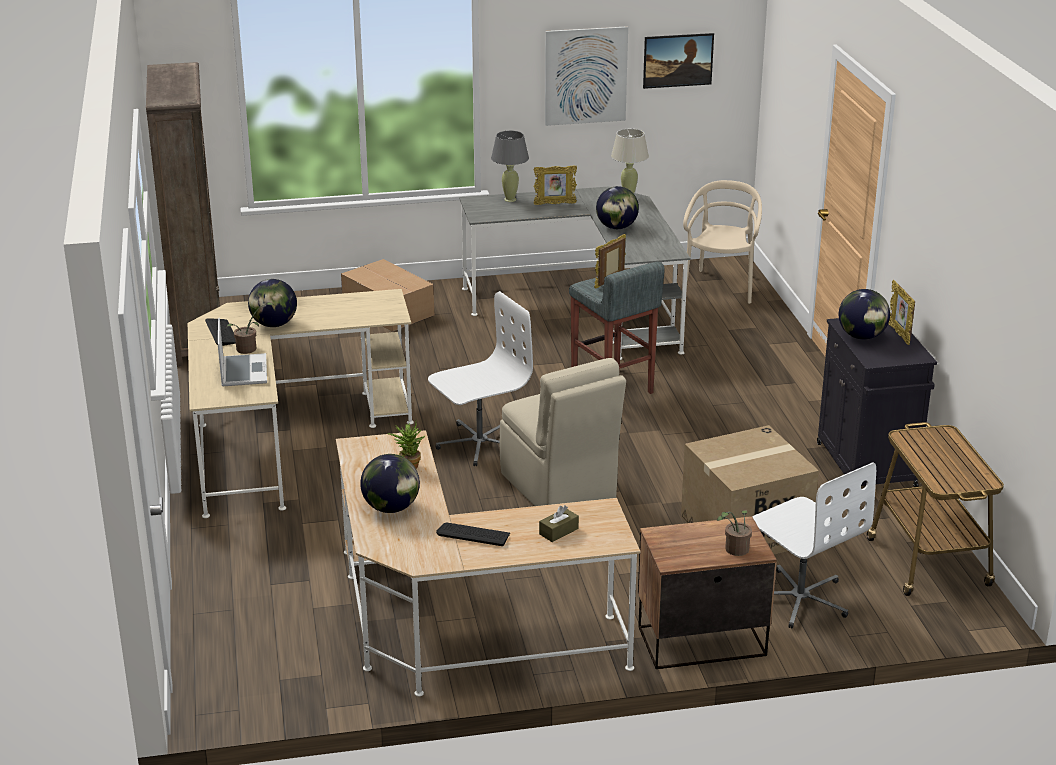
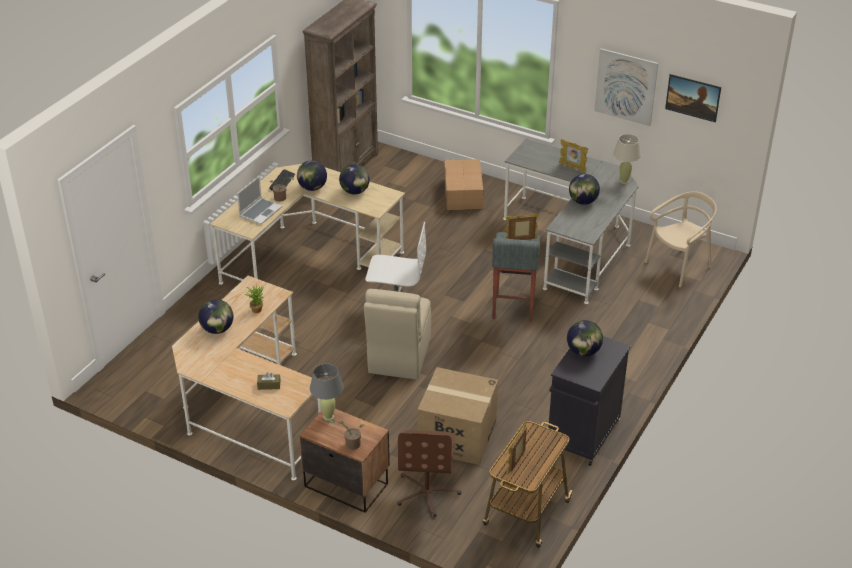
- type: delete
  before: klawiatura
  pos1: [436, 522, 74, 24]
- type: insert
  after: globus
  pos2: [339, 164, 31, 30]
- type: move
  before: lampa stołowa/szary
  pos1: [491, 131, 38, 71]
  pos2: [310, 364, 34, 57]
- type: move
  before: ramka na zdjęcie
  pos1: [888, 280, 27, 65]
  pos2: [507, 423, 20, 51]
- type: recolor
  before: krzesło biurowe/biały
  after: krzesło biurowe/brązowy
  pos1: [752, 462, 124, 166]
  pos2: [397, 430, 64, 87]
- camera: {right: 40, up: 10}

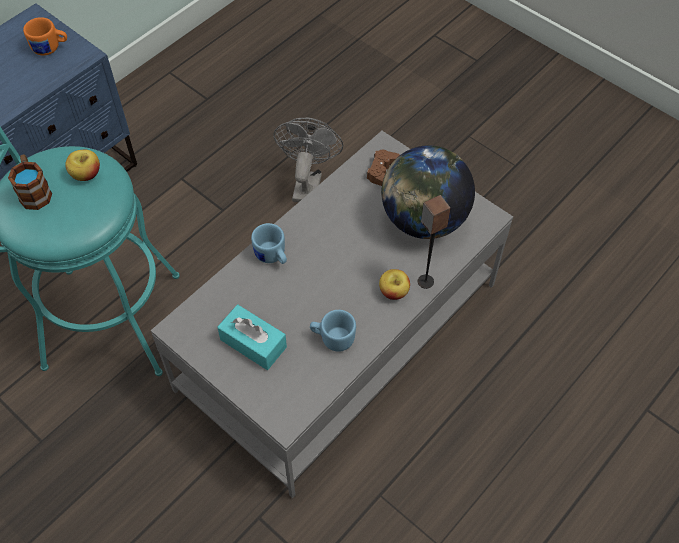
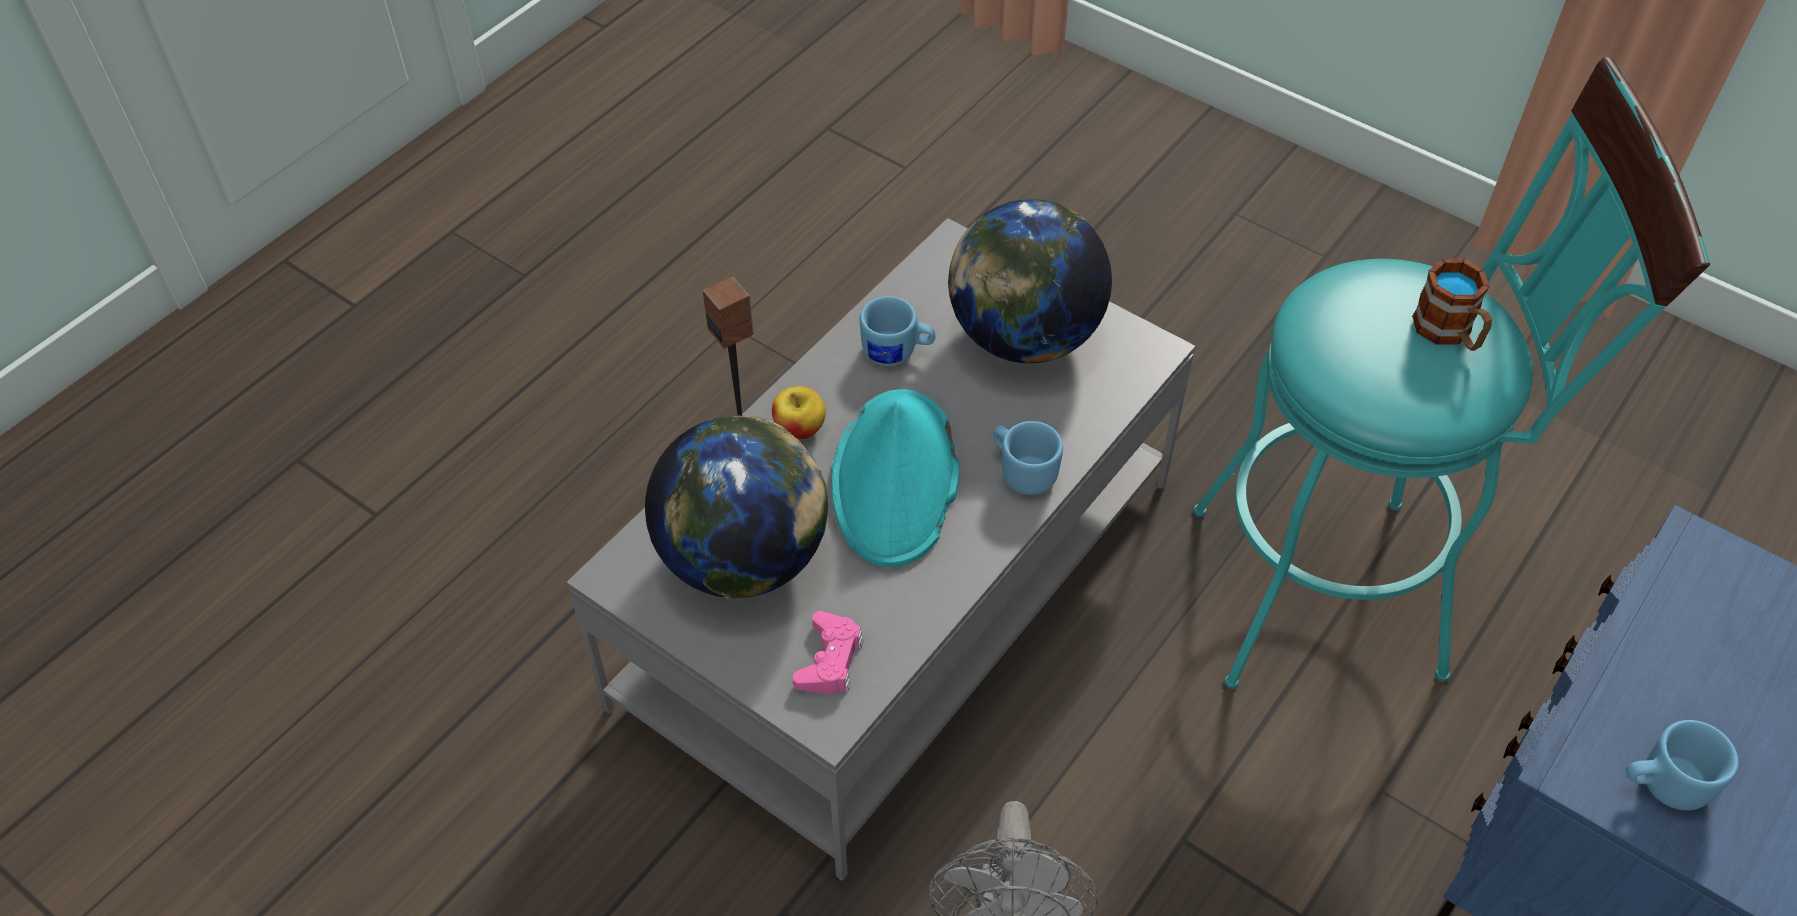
- type: delete
  before: jabłko
  pos1: [65, 150, 35, 31]
- type: insert
  after: kapelusz/turkusowy
  pos2: [831, 389, 128, 178]
- type: replace
  before: pudełko chusteczek/turkusowy
  after: globus
  pos1: [217, 305, 70, 65]
  pos2: [948, 199, 164, 164]
- type: recolor
  before: kubek/pomarańczowy
  after: kubek/niebieski
  pos1: [23, 17, 44, 39]
  pos2: [1626, 720, 113, 90]
- type: recolor
  before: pad do gier/brązowy
  after: pad do gier/różowy
  pos1: [366, 150, 34, 36]
  pos2: [793, 611, 70, 83]
- camera: {right: 175, up: -5}

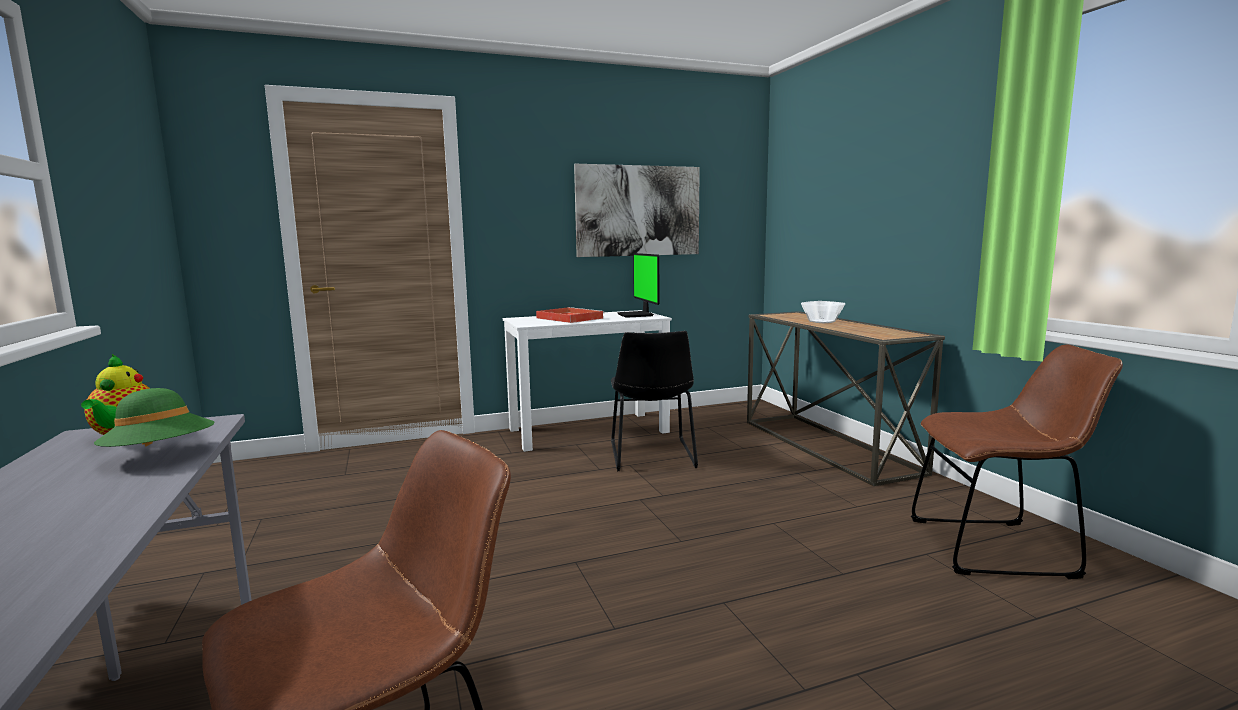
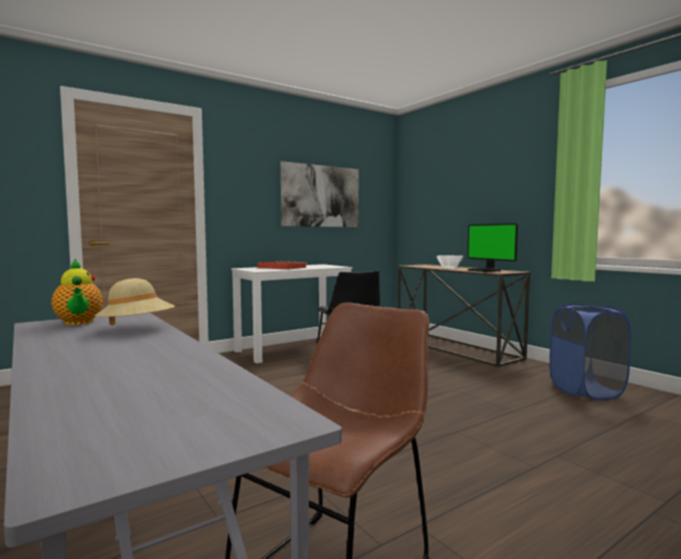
- type: move
  before: monitor
  pos1: [617, 253, 42, 65]
  pos2: [468, 223, 50, 49]
- type: replace
  before: krzesło/brązowy
  after: kosz na pranie/niebieski
  pos1: [911, 344, 212, 235]
  pos2: [549, 303, 83, 97]
- type: recolor
  before: kapelusz/zielony
  after: kapelusz/beżowy
  pos1: [94, 388, 121, 59]
  pos2: [95, 278, 80, 48]
- camera: {right: -15, up: -5}

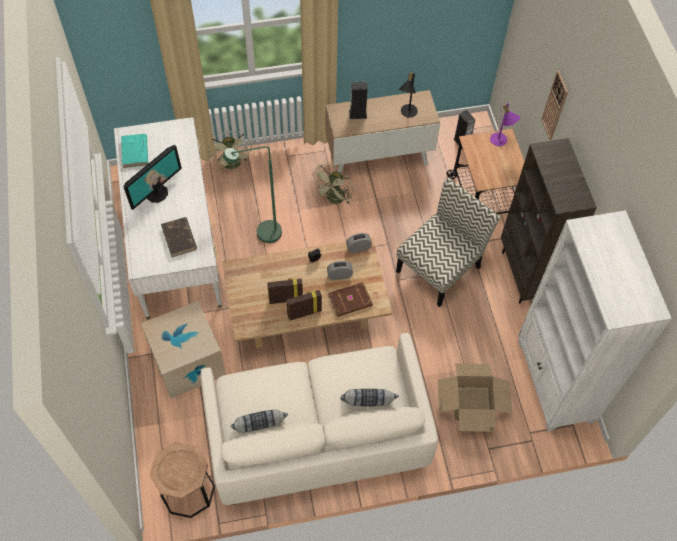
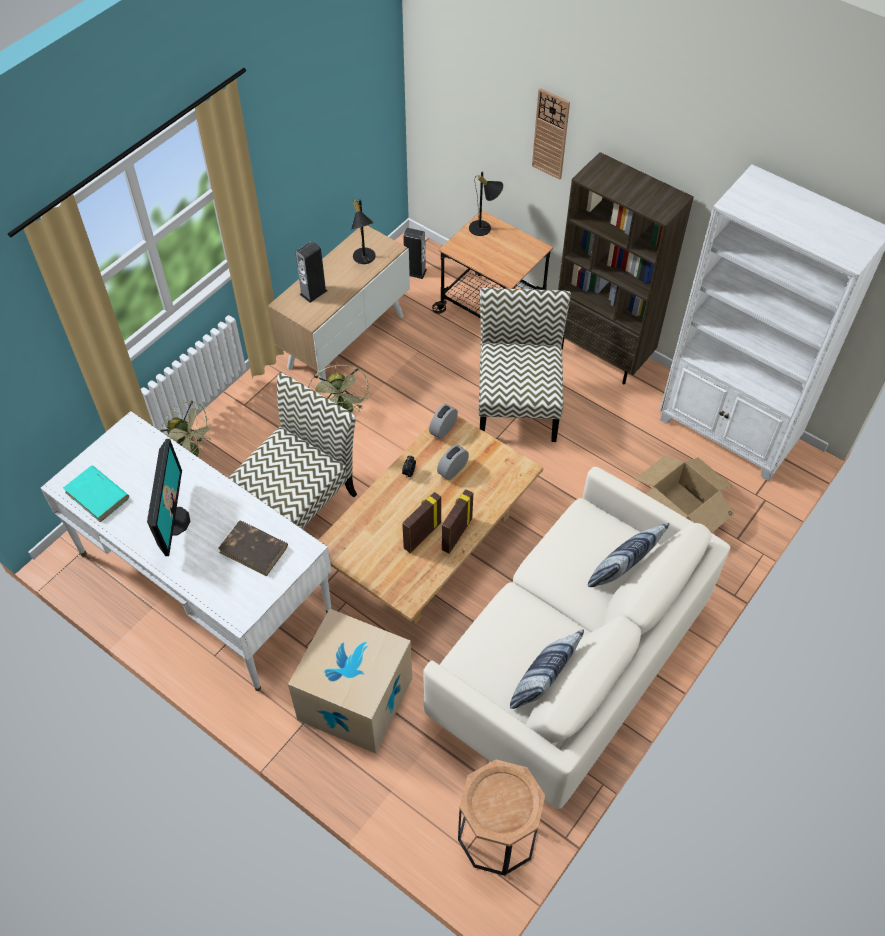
- type: delete
  before: książka/brązowy
  pos1: [328, 282, 45, 35]
- type: replace
  before: lampa stojąca/zielony
  after: krzesło
  pos1: [223, 146, 59, 97]
  pos2: [229, 373, 128, 156]
- type: recolor
  before: lampa stołowa/fioletowy
  after: lampa stołowa/czarny
  pos1: [490, 103, 30, 43]
  pos2: [469, 171, 34, 65]
- camera: {right: -40, up: -5}

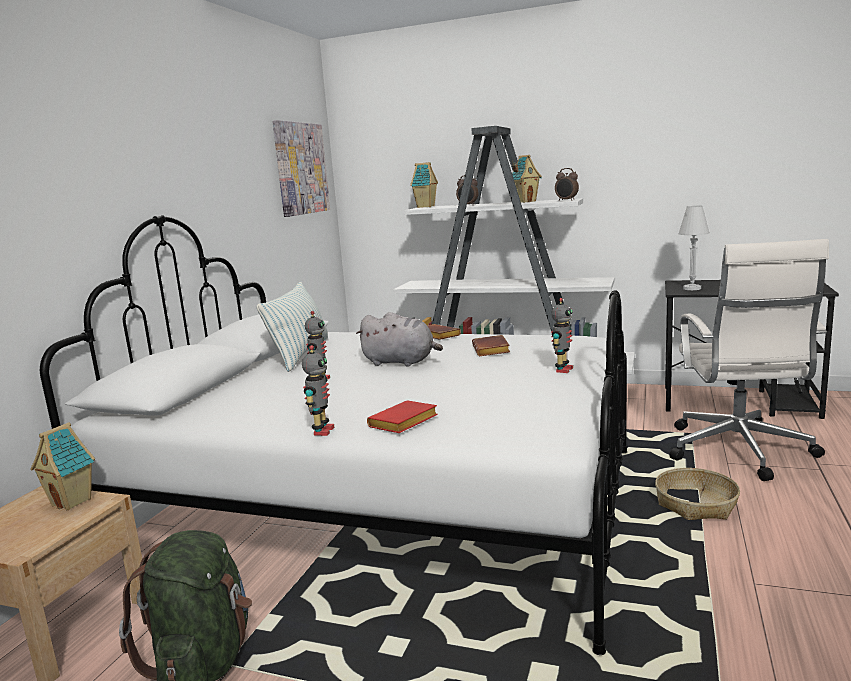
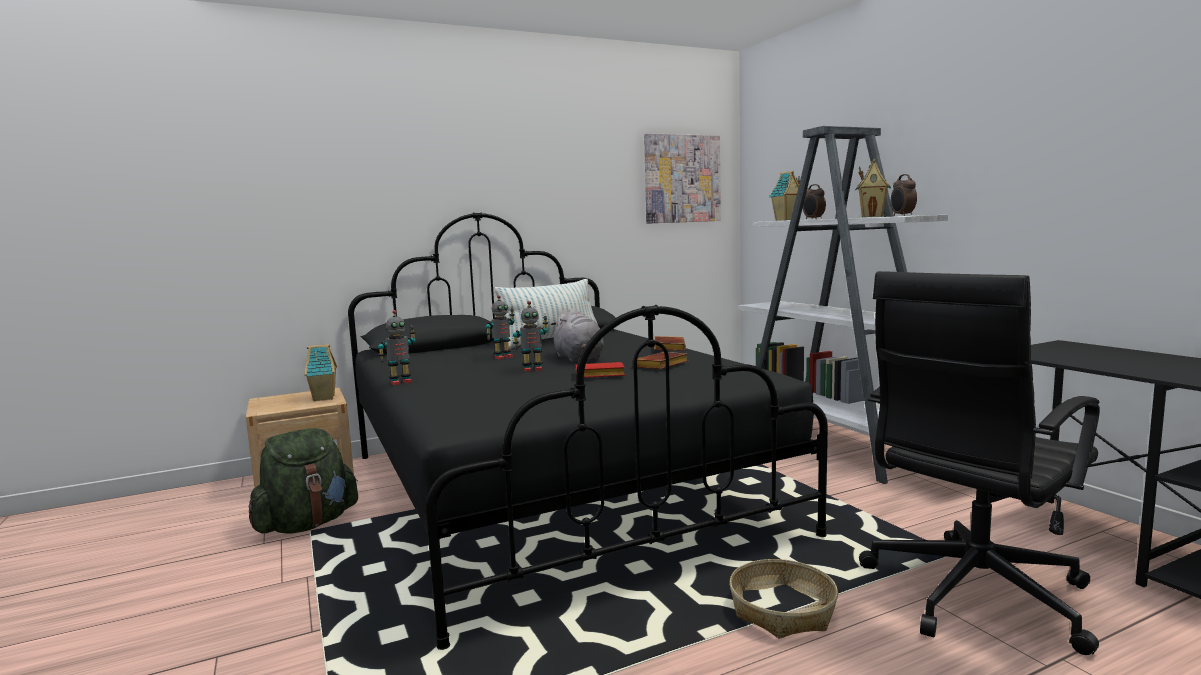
- type: delete
  before: lampa stołowa/biały
  pos1: [678, 206, 32, 84]
- type: move
  before: książka/czerwony
  pos1: [367, 400, 71, 33]
  pos2: [576, 362, 49, 16]
- type: move
  before: robot zabawkowy
  pos1: [551, 298, 22, 75]
  pos2: [513, 301, 35, 71]
- type: recolor
  before: łóżko/biały
  after: łóżko/czarny
  pos1: [40, 215, 587, 440]
  pos2: [348, 212, 480, 438]
- type: recolor
  before: krzesło biurowe/biały
  after: krzesło biurowe/czarny
  pos1: [670, 239, 159, 242]
  pos2: [859, 271, 241, 384]
- camera: {right: 45, up: -5}

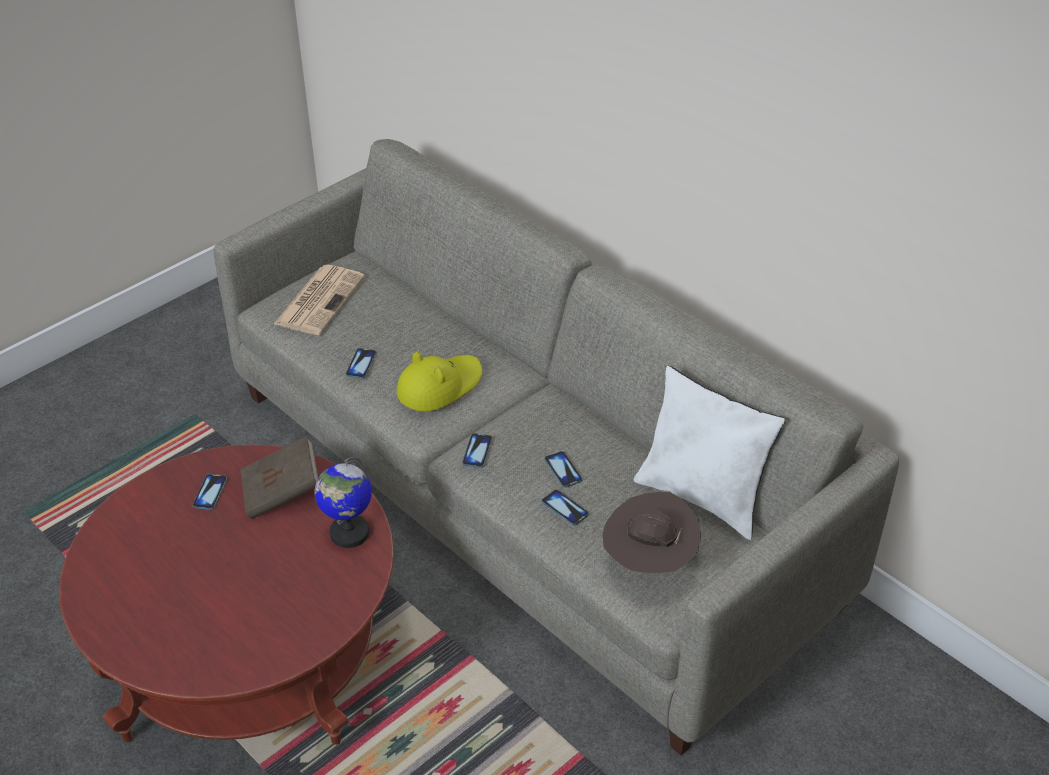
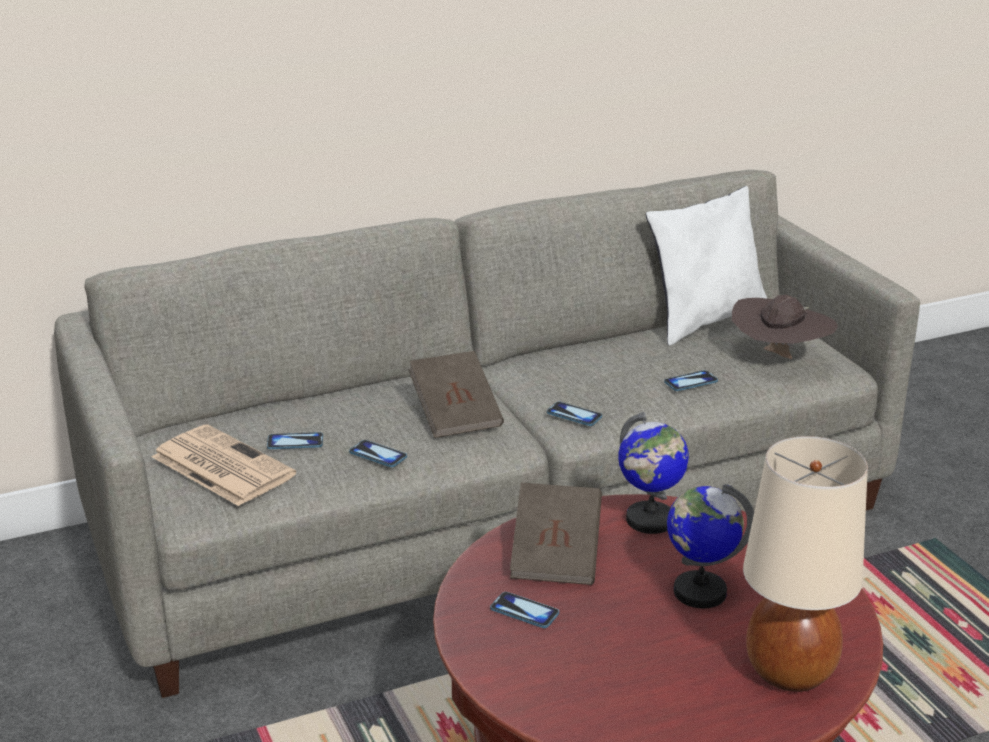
- type: insert
  after: globus
  pos2: [667, 484, 87, 124]
- type: insert
  after: lampa stołowa/beżowy
  pos2: [743, 436, 125, 256]
- type: move
  before: telefon
  pos1: [544, 451, 38, 37]
  pos2: [267, 432, 56, 17]
- type: replace
  before: kapelusz/żółty
  after: książka/brązowy
  pos1: [397, 352, 85, 59]
  pos2: [408, 351, 96, 87]
- camera: {right: -70, up: -15}

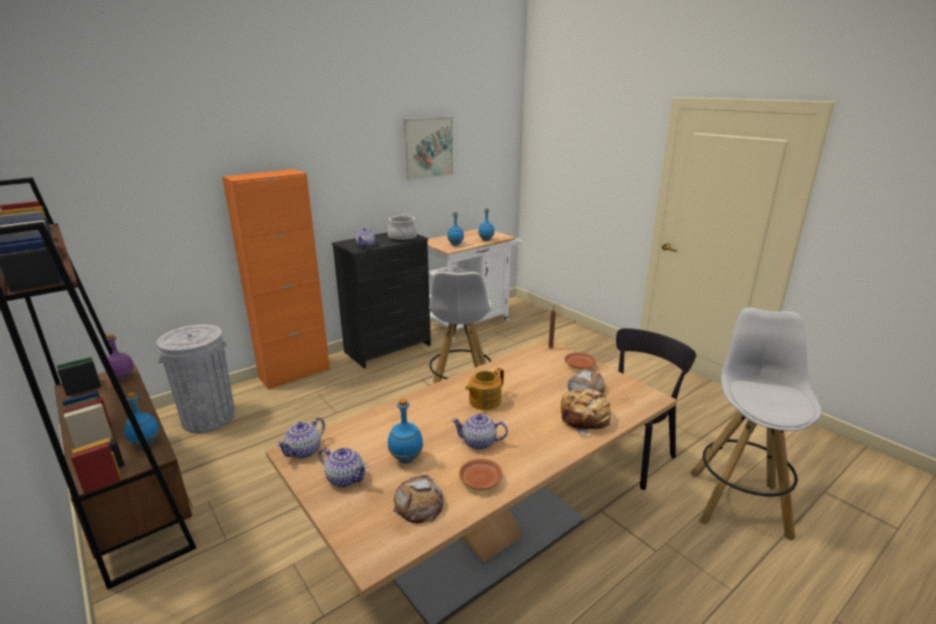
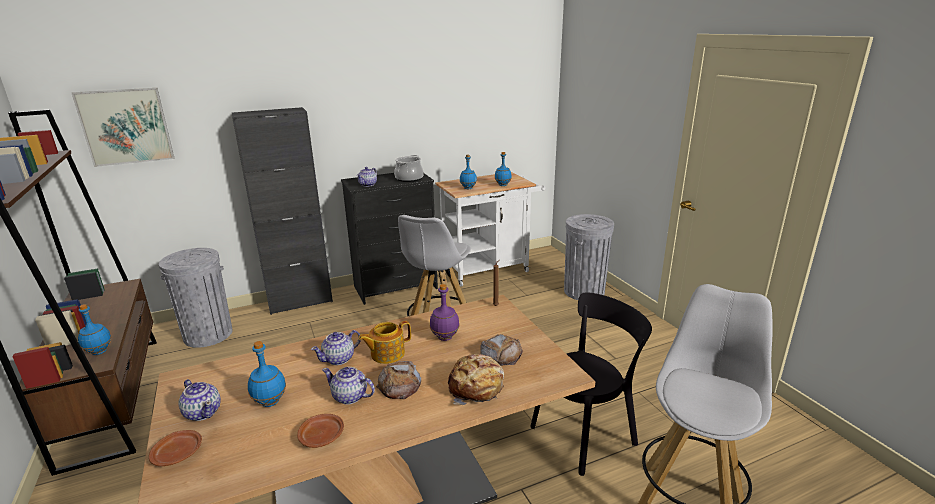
- type: insert
  after: kosz na śmieci/szary
  pos2: [564, 214, 50, 86]
- type: move
  before: butelka/fioletowy
  pos1: [106, 334, 28, 47]
  pos2: [430, 284, 30, 57]
- type: move
  before: imbryk
  pos1: [276, 417, 49, 42]
  pos2: [311, 330, 50, 35]
- type: move
  before: chleb
  pos1: [393, 474, 51, 49]
  pos2: [376, 361, 45, 38]
- type: move
  before: obraz
  pos1: [402, 117, 51, 64]
  pos2: [72, 88, 102, 79]
- type: move
  before: talerz/brązowy
  pos1: [565, 352, 31, 17]
  pos2: [149, 430, 53, 36]
- type: recolor
  before: szafka/pomarańczowy
  after: szafka/czarny
  pos1: [222, 169, 108, 221]
  pos2: [232, 107, 101, 208]
- camera: {right: 15, up: 0}

